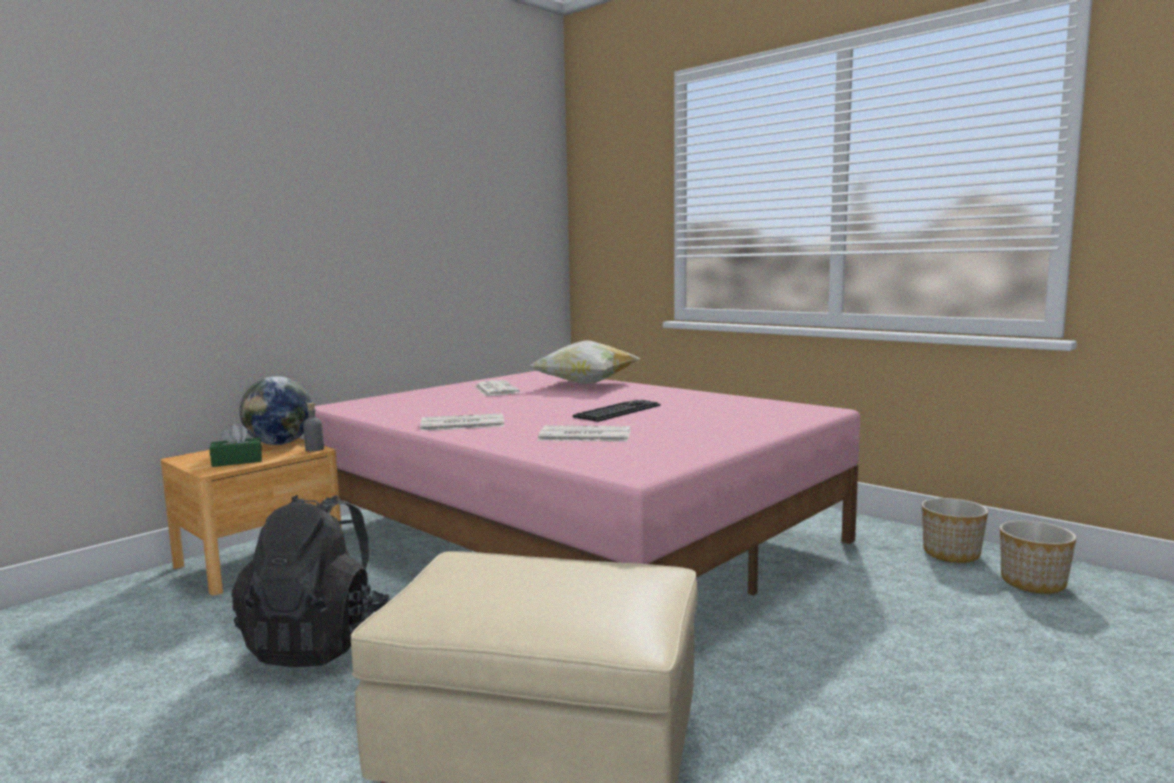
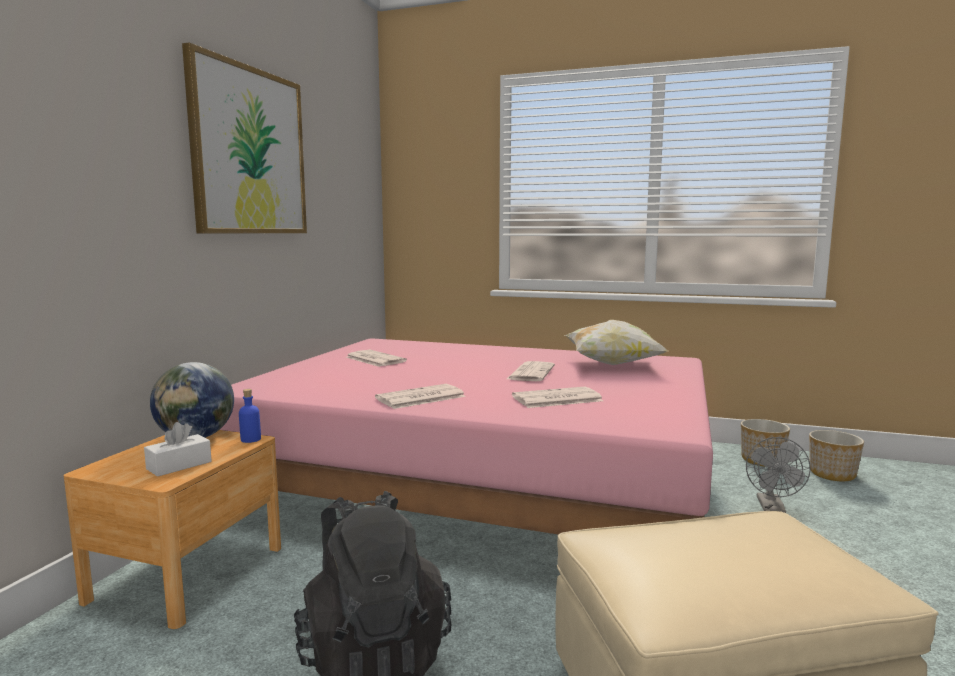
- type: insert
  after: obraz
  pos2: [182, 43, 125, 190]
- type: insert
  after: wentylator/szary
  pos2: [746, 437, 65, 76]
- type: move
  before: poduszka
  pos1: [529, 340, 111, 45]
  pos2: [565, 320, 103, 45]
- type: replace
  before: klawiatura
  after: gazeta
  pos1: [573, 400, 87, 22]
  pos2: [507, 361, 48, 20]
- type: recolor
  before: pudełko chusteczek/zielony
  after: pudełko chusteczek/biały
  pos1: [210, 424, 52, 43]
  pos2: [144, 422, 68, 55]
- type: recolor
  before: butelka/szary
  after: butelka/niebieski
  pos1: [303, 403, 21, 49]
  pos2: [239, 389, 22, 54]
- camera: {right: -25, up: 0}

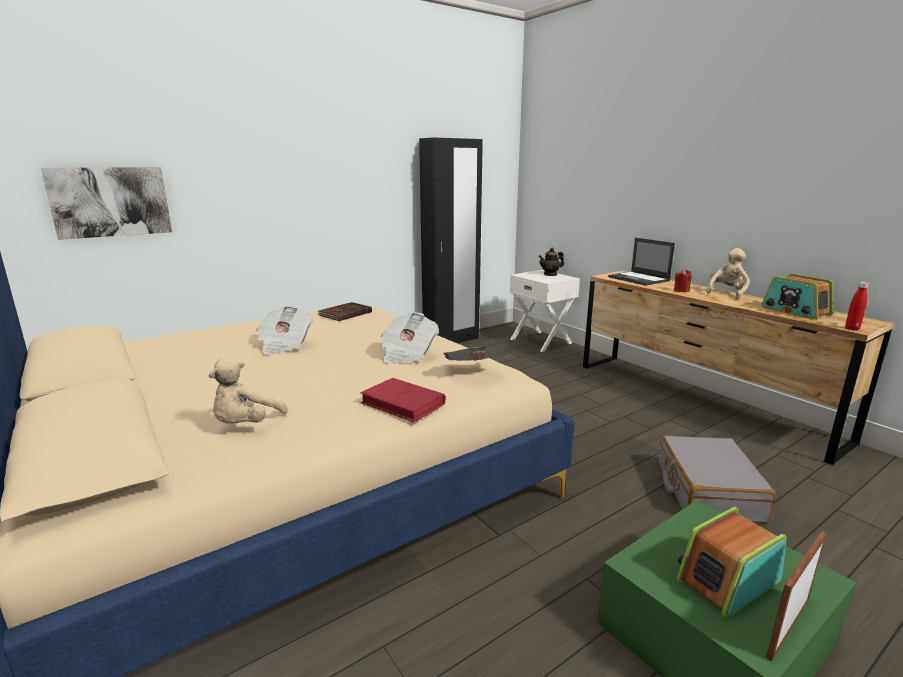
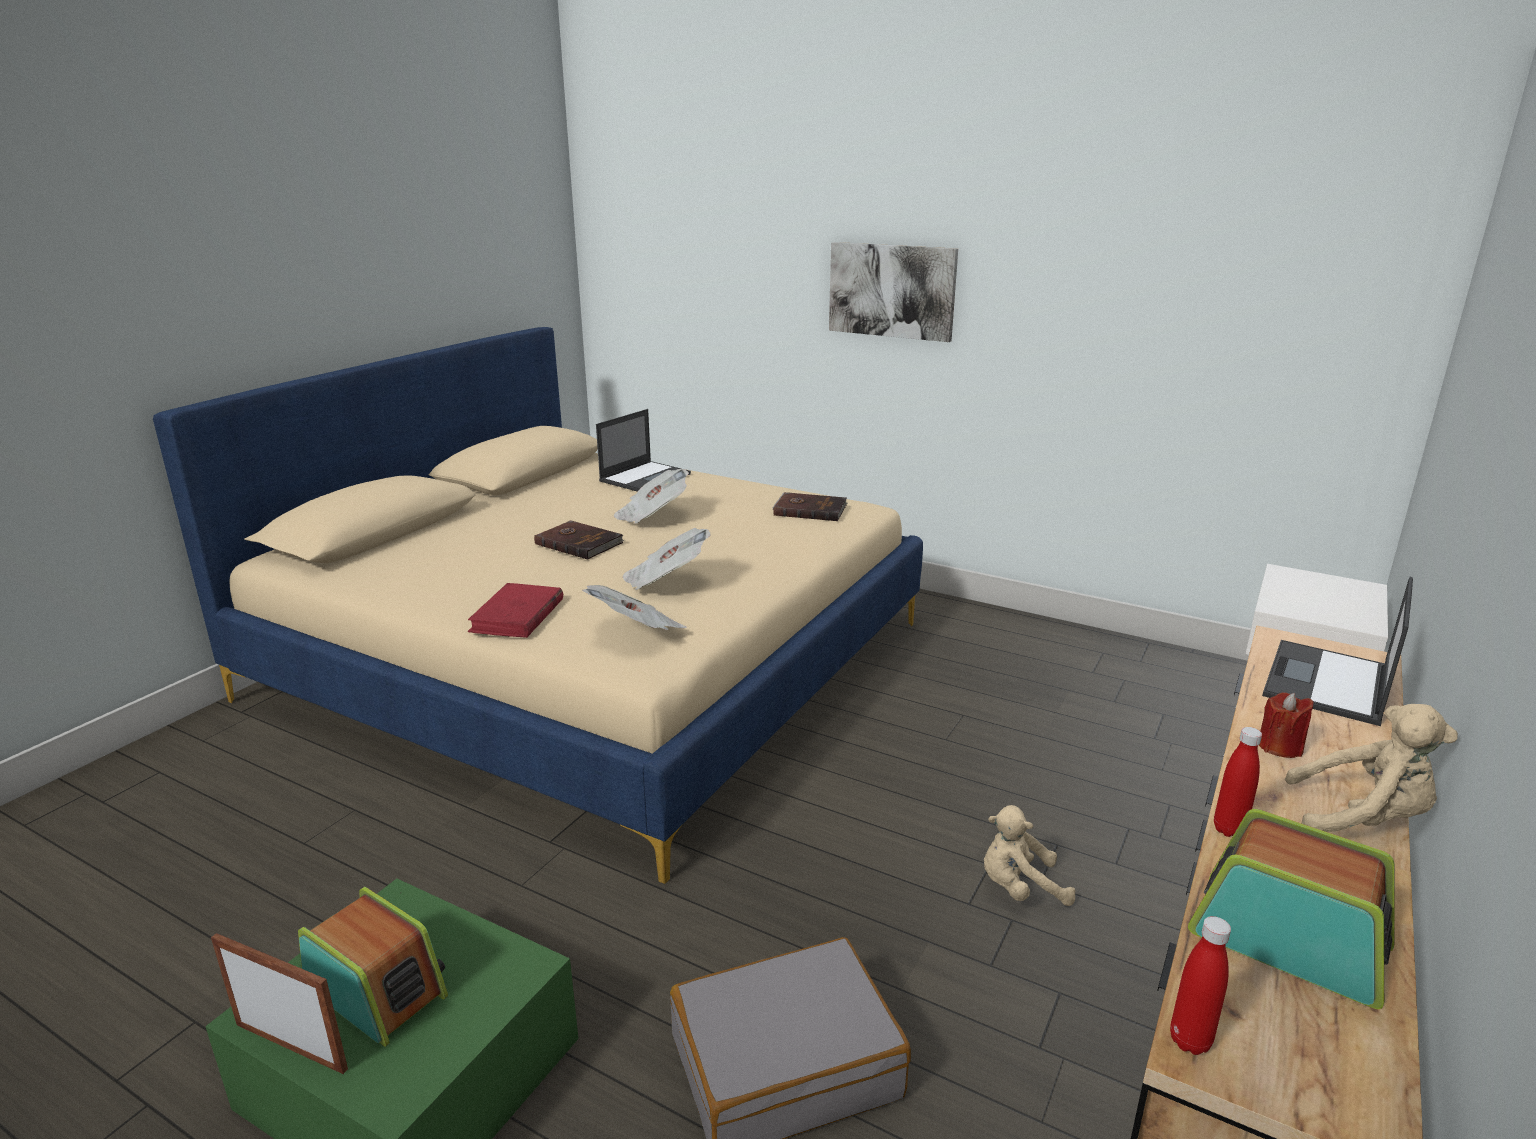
- type: delete
  before: szafa/czarny
  pos1: [419, 137, 64, 206]
- type: delete
  before: imbryk
  pos1: [538, 247, 26, 29]
- type: insert
  after: książka/brązowy
  pos2: [534, 520, 90, 39]
- type: insert
  after: laptop
  pos2: [596, 409, 95, 83]
- type: insert
  after: butelka/czerwony
  pos2: [1214, 727, 48, 110]
- type: move
  before: obraz
  pos1: [41, 167, 131, 73]
  pos2: [829, 242, 129, 100]
- type: move
  before: pluszak/beżowy
  pos1: [209, 357, 79, 67]
  pos2: [984, 805, 91, 101]
- type: rotate
  before: radio
  pos1: [761, 274, 72, 46]
  pos2: [1188, 809, 207, 200]
  turn: 90
- camera: {right: 65, up: 5}

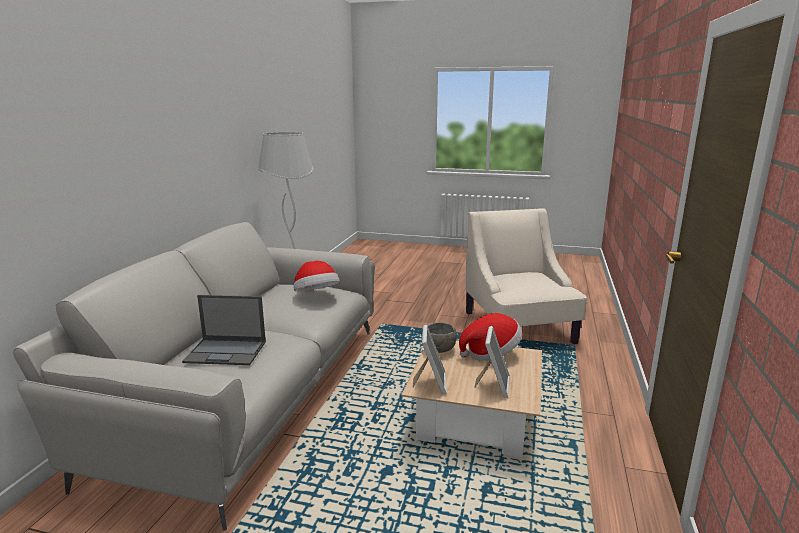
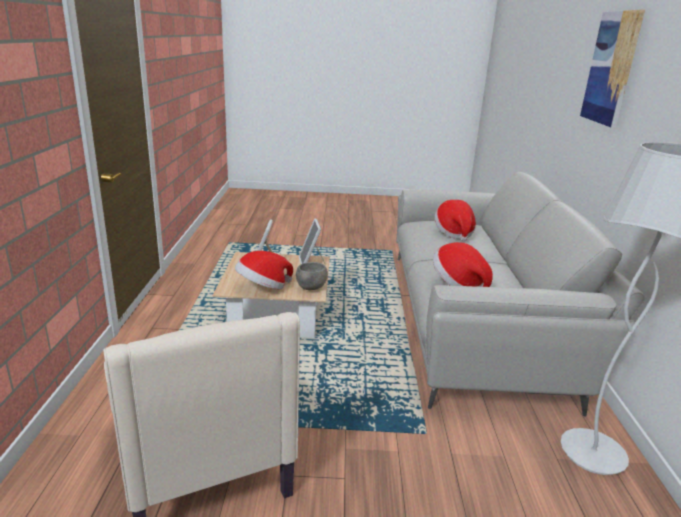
- type: insert
  after: obraz
  pos2: [580, 9, 65, 119]
- type: replace
  before: laptop
  after: kapelusz
  pos1: [182, 295, 84, 70]
  pos2: [434, 200, 42, 41]
- camera: {right: 165, up: 5}

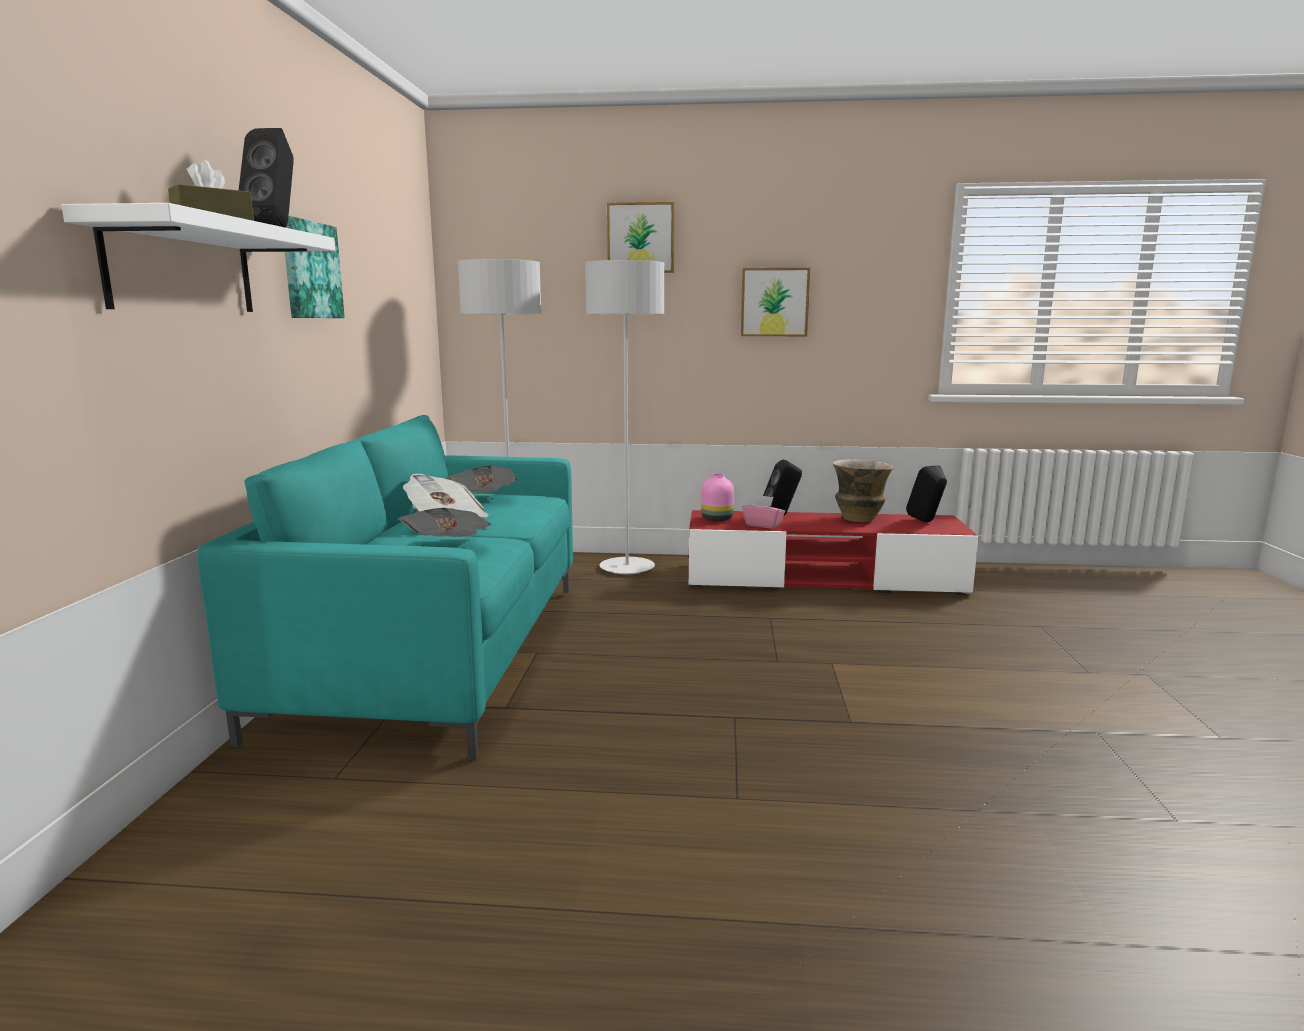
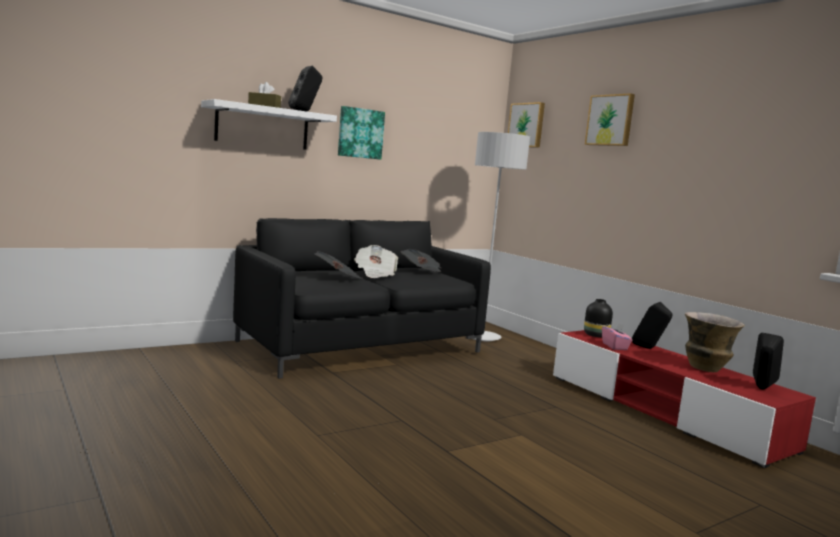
- type: delete
  before: lampa stojąca/szary
  pos1: [585, 260, 79, 315]
- type: move
  before: obraz
  pos1: [741, 268, 69, 68]
  pos2: [508, 102, 37, 46]
- type: recolor
  before: kanapa/turkusowy
  after: kanapa/czarny
  pos1: [197, 415, 376, 345]
  pos2: [233, 218, 258, 161]
- type: recolor
  before: wazon/różowy
  after: wazon/czarny
  pos1: [701, 473, 33, 48]
  pos2: [584, 299, 29, 38]
- camera: {right: 50, up: -5}

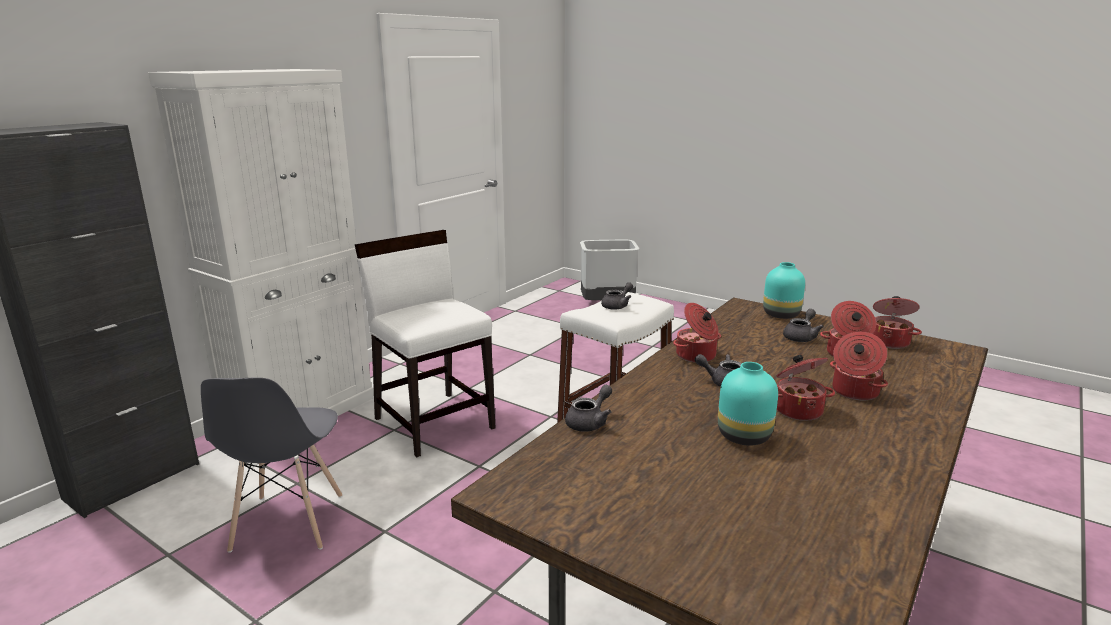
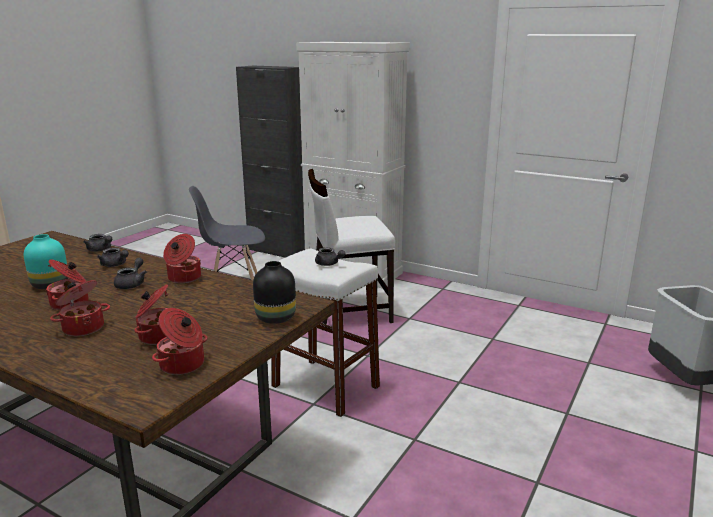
- type: move
  before: imbryk/szary
  pos1: [783, 309, 41, 33]
  pos2: [97, 248, 32, 19]
- type: recolor
  before: wazon/turkusowy
  after: wazon/czarny
  pos1: [763, 262, 42, 57]
  pos2: [253, 261, 43, 63]
- type: rotate
  before: krzesło/biały
  pos1: [355, 230, 141, 227]
  pos2: [308, 169, 87, 156]
  turn: -150
- camera: {right: 85, up: 0}

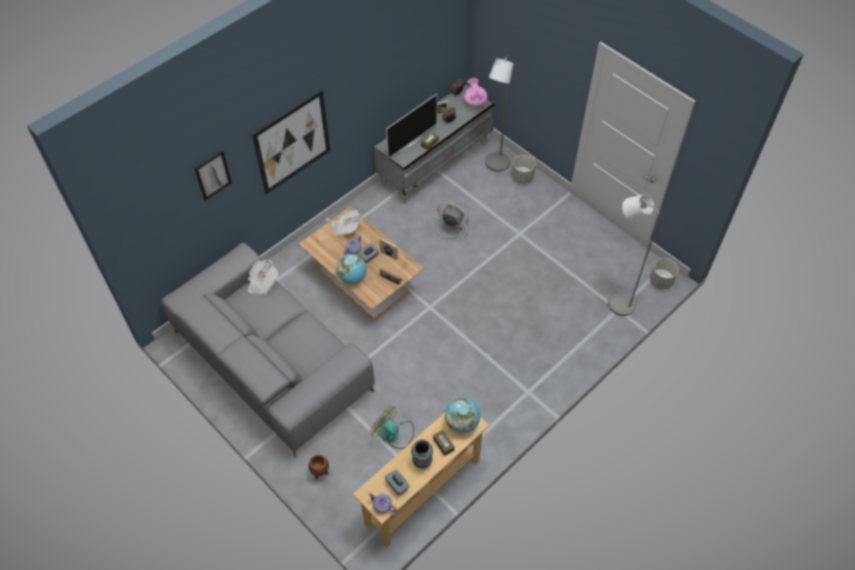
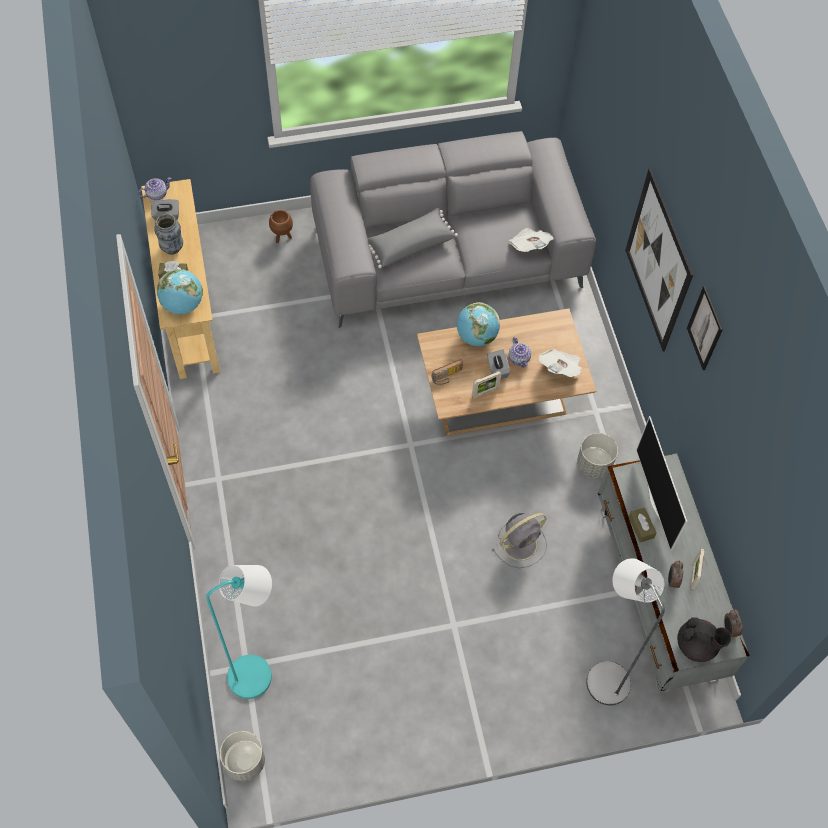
- type: delete
  before: wentylator
  pos1: [370, 406, 44, 43]
- type: insert
  after: poduszka/szary
  pos2: [368, 208, 90, 60]
- type: move
  before: obraz
  pos1: [194, 150, 38, 51]
  pos2: [687, 286, 36, 84]
- type: move
  before: donica/szary
  pos1: [512, 155, 24, 29]
  pos2: [577, 433, 41, 45]
- type: recolor
  before: imbryk/różowy
  after: imbryk/czarny
  pos1: [464, 78, 23, 28]
  pos2: [677, 617, 54, 45]
- type: recolor
  before: lampa stojąca/szary
  after: lampa stojąca/turkusowy
  pos1: [608, 194, 52, 122]
  pos2: [206, 565, 66, 134]
- camera: {right: 120, up: 5}

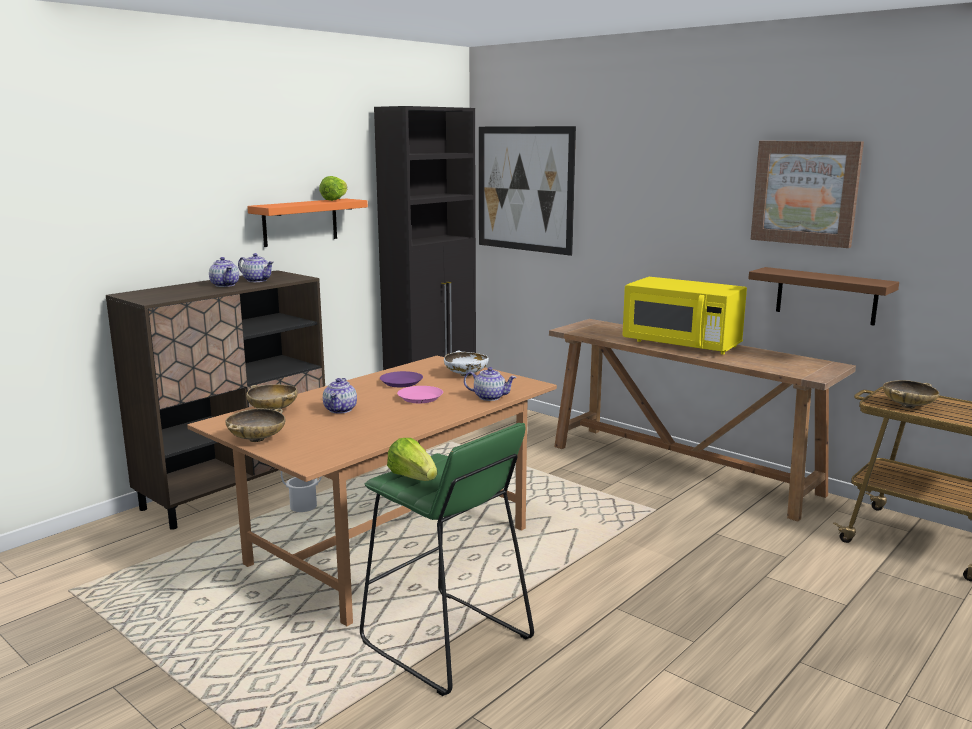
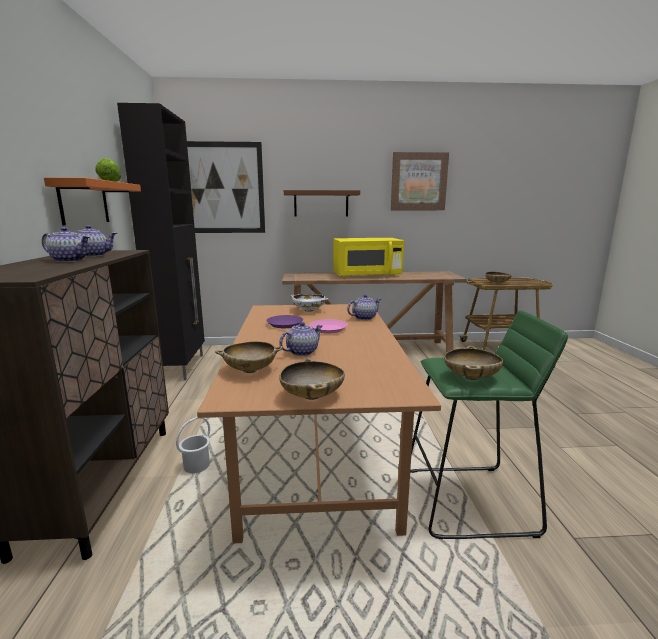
- type: move
  before: półka/brązowy
  pos1: [748, 267, 151, 59]
  pos2: [284, 190, 76, 27]
- type: replace
  before: sałata
  after: miska/beżowy
  pos1: [387, 438, 50, 43]
  pos2: [444, 346, 59, 34]
- type: rotate
  before: imbryk
  pos1: [323, 378, 34, 35]
  pos2: [279, 322, 44, 34]
  turn: -90
- camera: {right: -45, up: 0}

